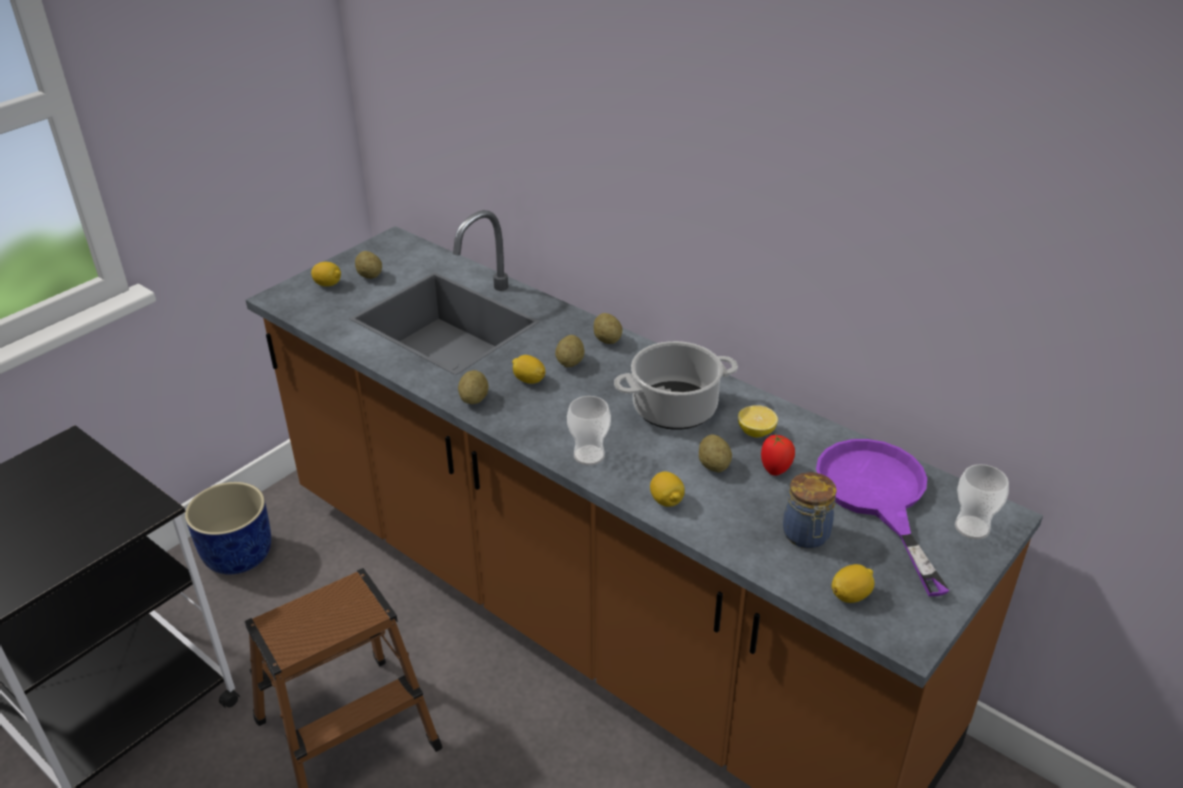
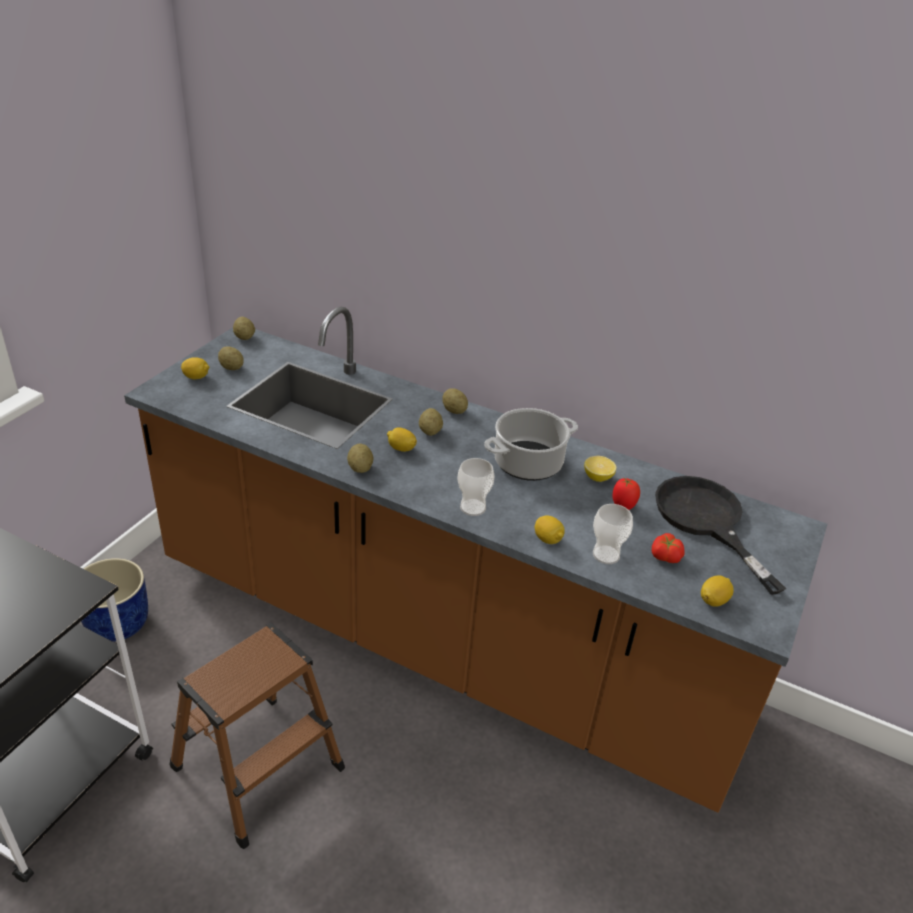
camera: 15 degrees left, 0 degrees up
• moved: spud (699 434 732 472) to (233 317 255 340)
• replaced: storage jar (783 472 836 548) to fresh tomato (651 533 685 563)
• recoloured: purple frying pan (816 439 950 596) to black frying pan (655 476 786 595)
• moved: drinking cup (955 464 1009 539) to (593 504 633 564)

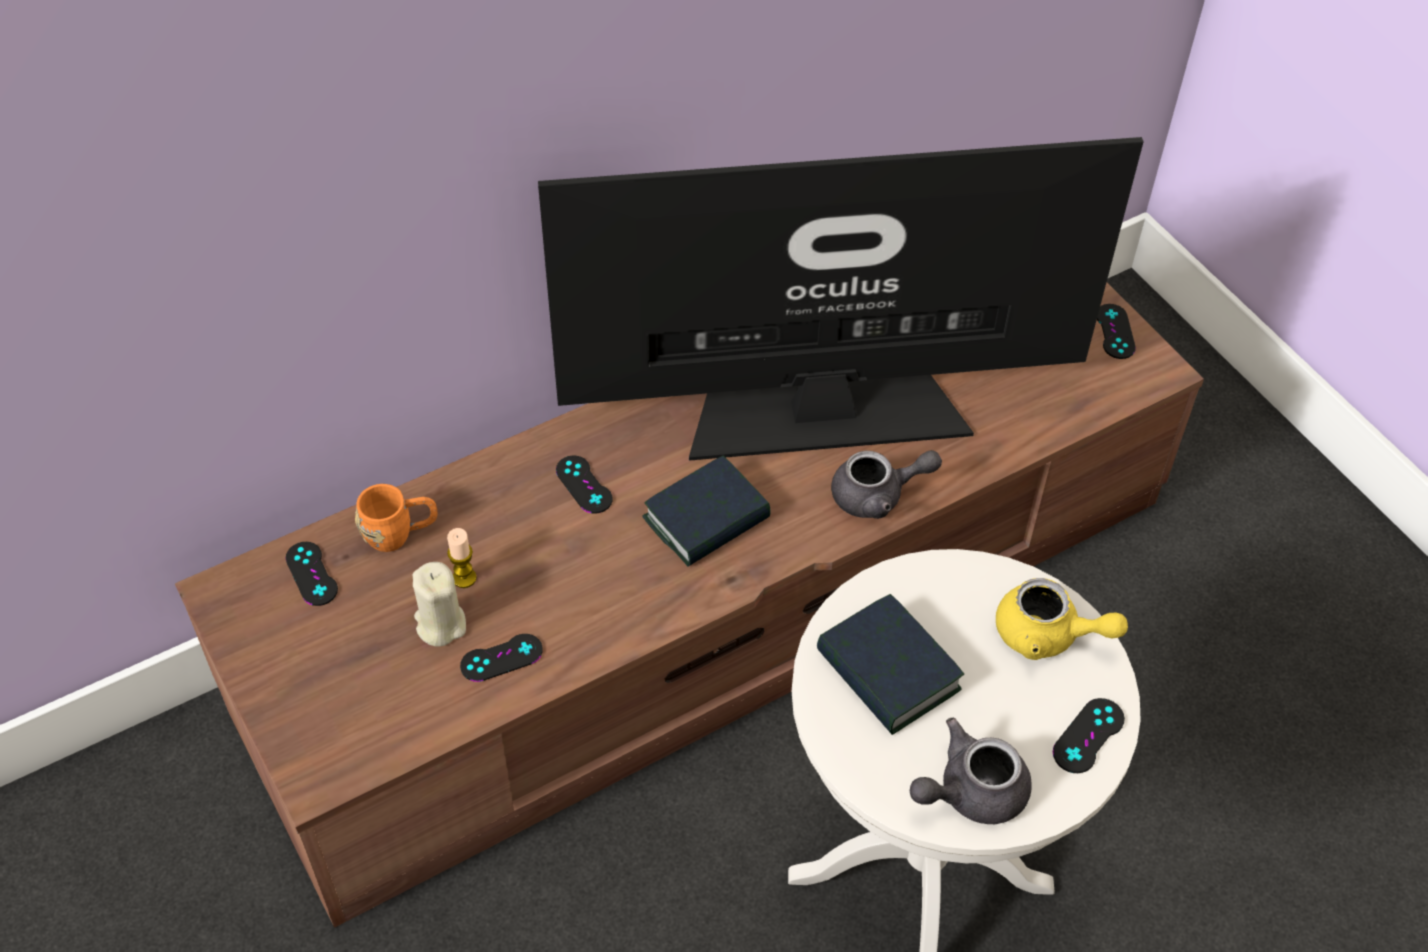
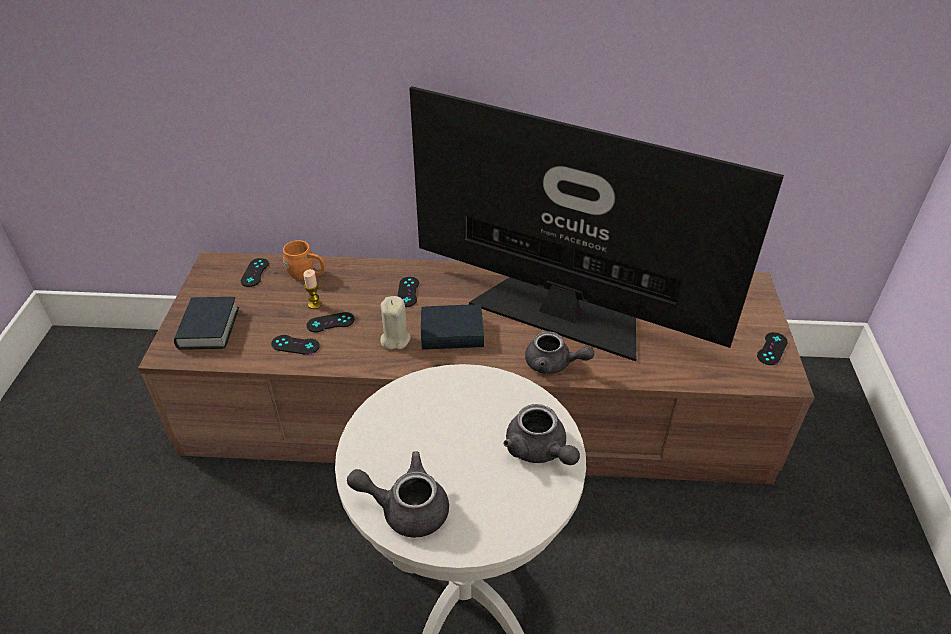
camera: 35 degrees right, 10 degrees down
• moved: sand-coloured candle (413 562 466 646) to (380 296 411 349)
• moved: volume (817 594 964 735) to (174 297 240 350)
• recoloured: yellowish teapot (996 578 1128 660) to grey teapot (504 404 580 465)
• moved: black gamepad (1053 698 1125 773) to (307 312 355 333)

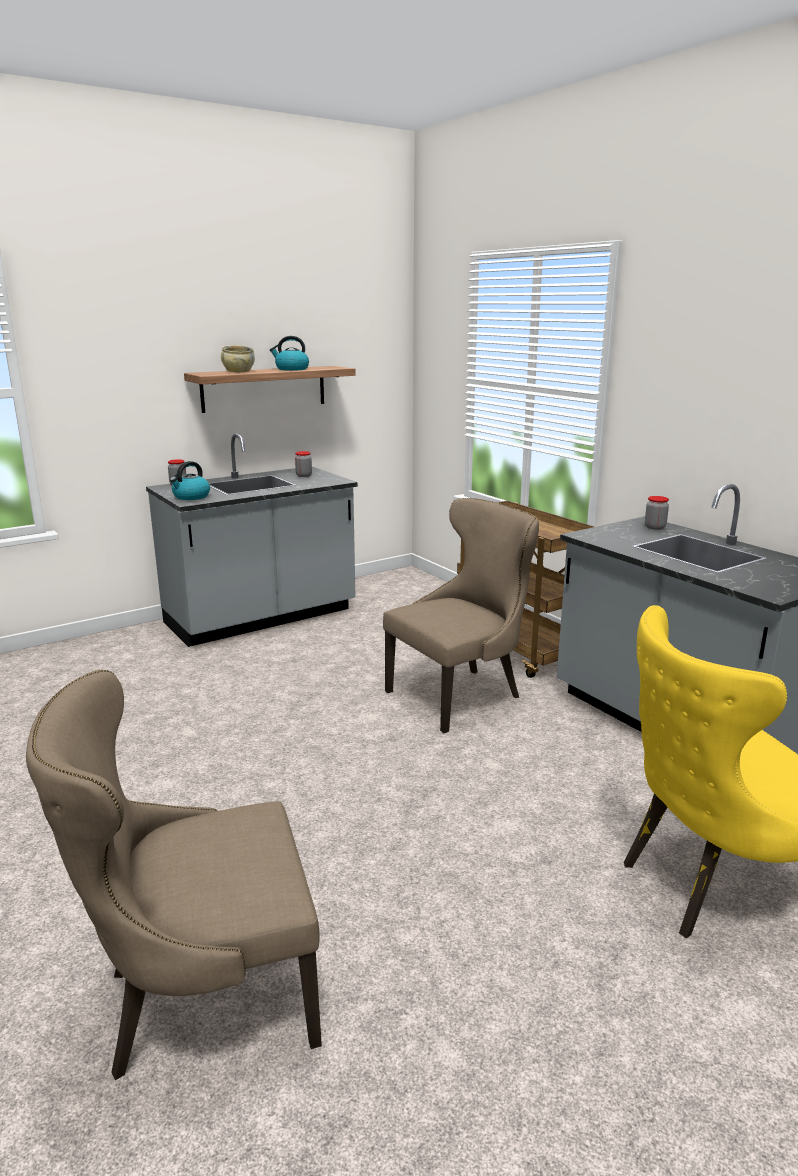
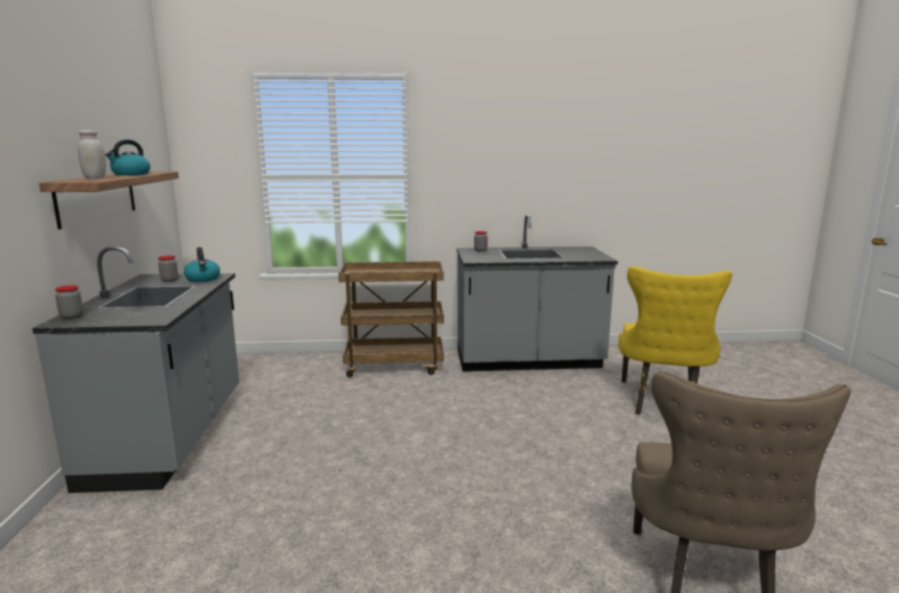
camera: 60 degrees left, 5 degrees down
• moved: tea kettle (170 461 210 500) to (184 247 220 282)
• replaced: sand-coloured serving bowl (221 345 255 372) to white storage jar (78 130 106 179)
• removed: sand-coloured chair (383 498 539 733)

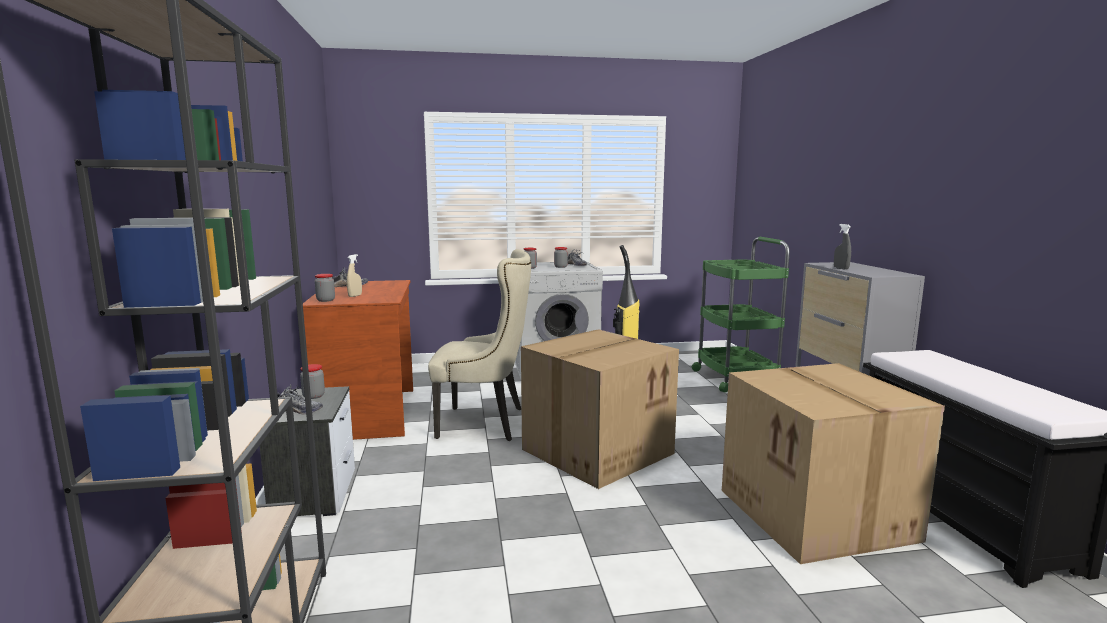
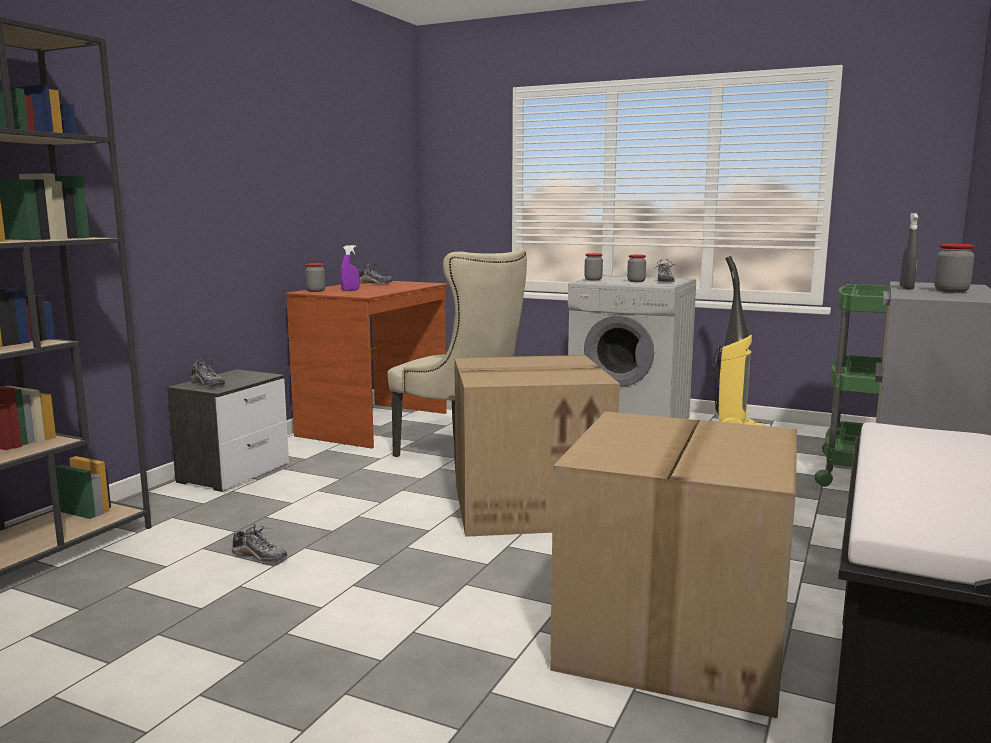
camera: 35 degrees right, 0 degrees up
• moved: storage jar (300 364 325 399) to (934 244 974 293)
• recoloured: sand-coloured spray bottle (347 254 362 297) to purple spray bottle (340 245 360 291)
• added: shoe (232 525 287 564)

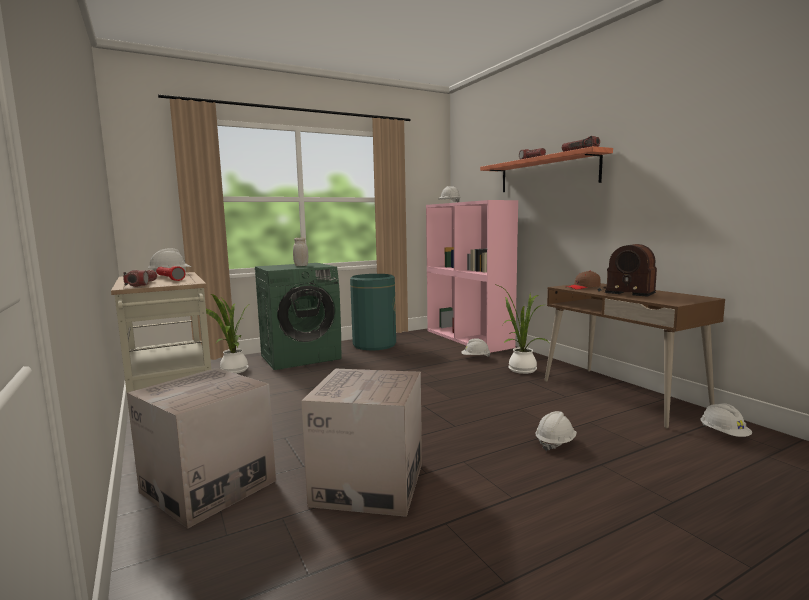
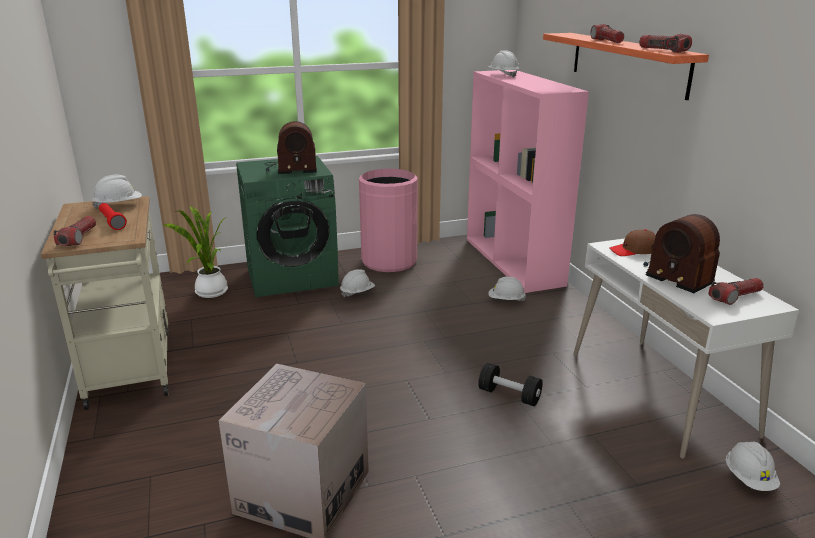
camera: 10 degrees right, 15 degrees up
• removed: carton (127 368 276 529)
• replaced: white storage jar (293 237 308 266) to radio (265 121 317 174)
• recoloured: greenish trash can (350 274 396 350) to pink trash can (359 169 418 272)
• removed: potted plant (494 284 548 374)
• moved: white work helmet (535 411 577 451) to (340 269 375 298)
• recoloured: brownish desk table (545 283 725 428) to white desk table (573 238 799 459)
• added: black hand weight (478 363 543 406)
• added: flashlight (708 278 763 305)

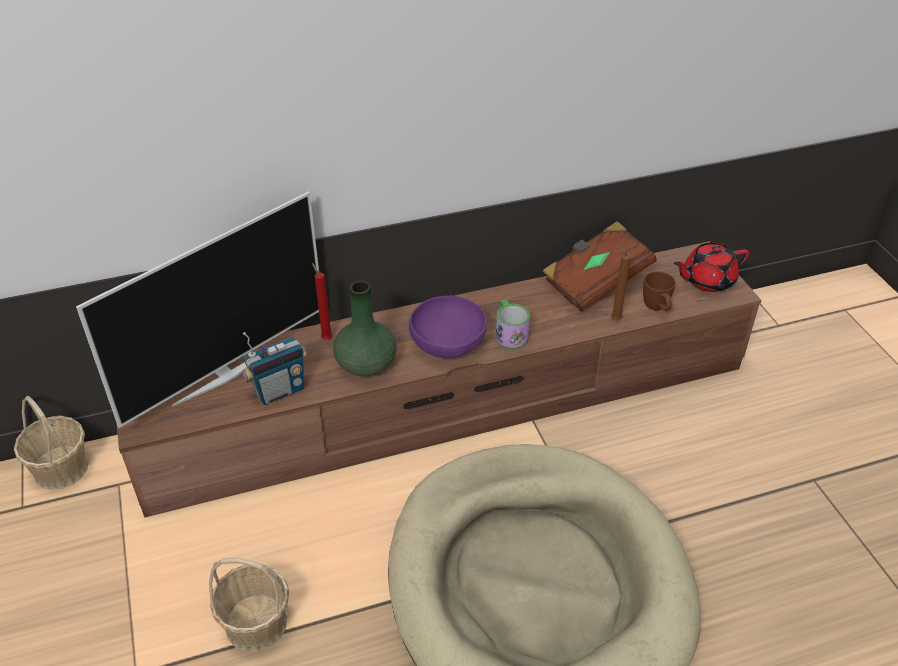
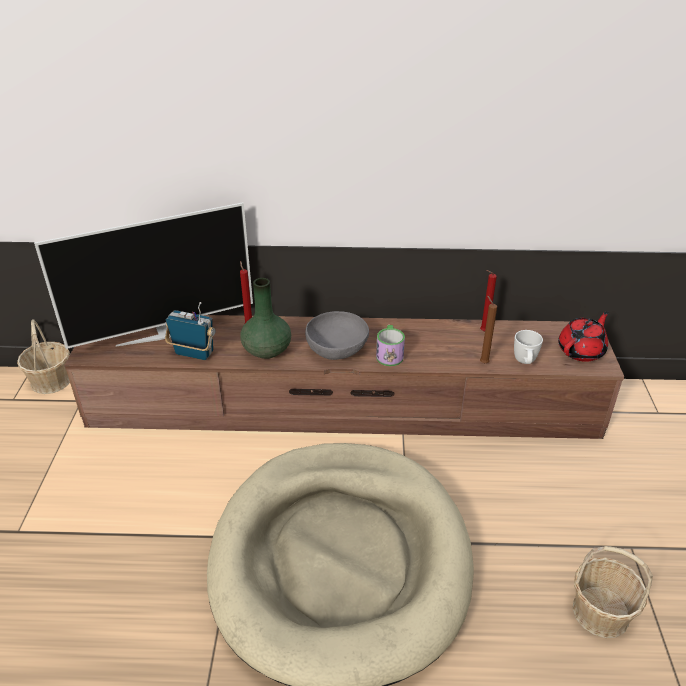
camera: 20 degrees right, 5 degrees down
• moved: basket (209 558 289 652) to (573 546 653 638)
• turned: radio (242 332 307 405) = (165 302 216 360) 150 degrees counterclockwise
• recoloured: purple serving bowl (409 296 487 358) to grey serving bowl (305 311 369 360)
• replaced: brownish volume (543 221 657 312) to red candle (480 270 497 332)
• recoloured: brownish tea mug (643 271 676 311) to white tea mug (514 330 543 364)
• turned: red teapot (673 243 749 292) = (558 311 609 362) 135 degrees clockwise

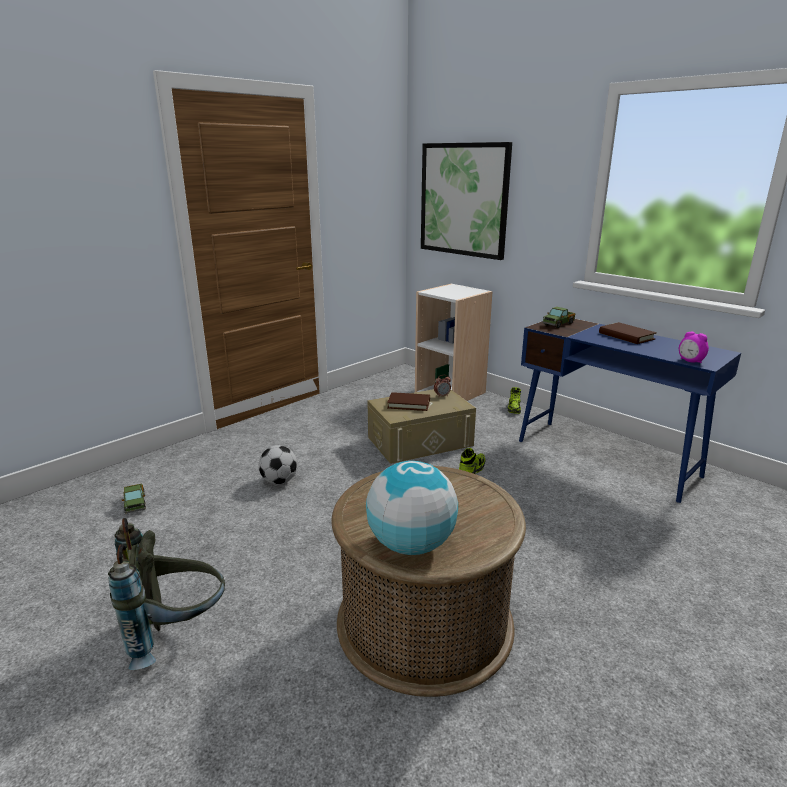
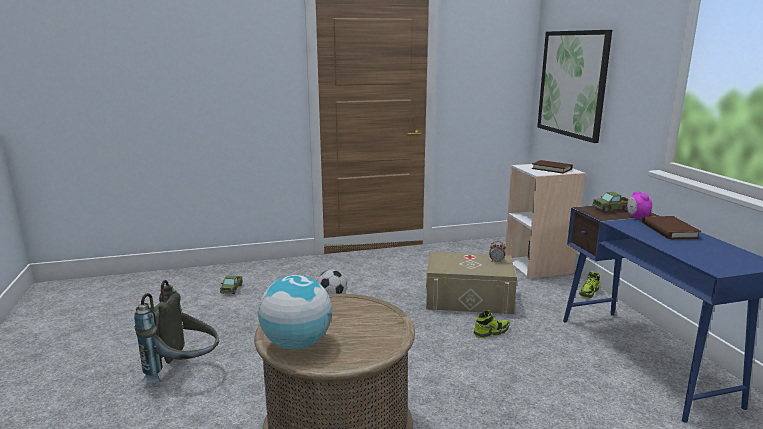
camera: 30 degrees right, 5 degrees down
• moved: brownish volume (387 392 430 411) to (531 160 573 174)
• moved: table clock (679 332 709 363) to (627 192 652 219)

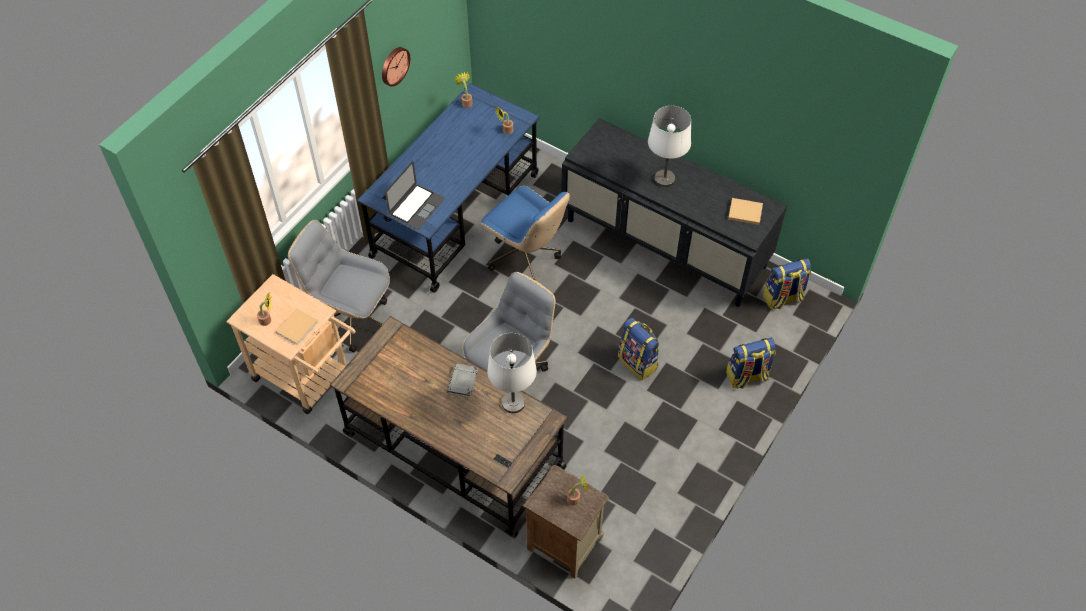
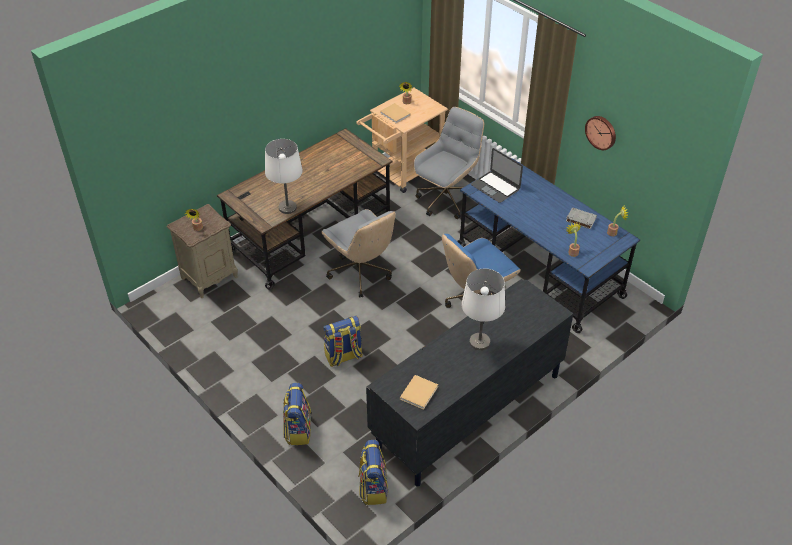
camera: 105 degrees right, 10 degrees down
• moved: grey volume (447 363 478 398) to (566 207 597 229)

